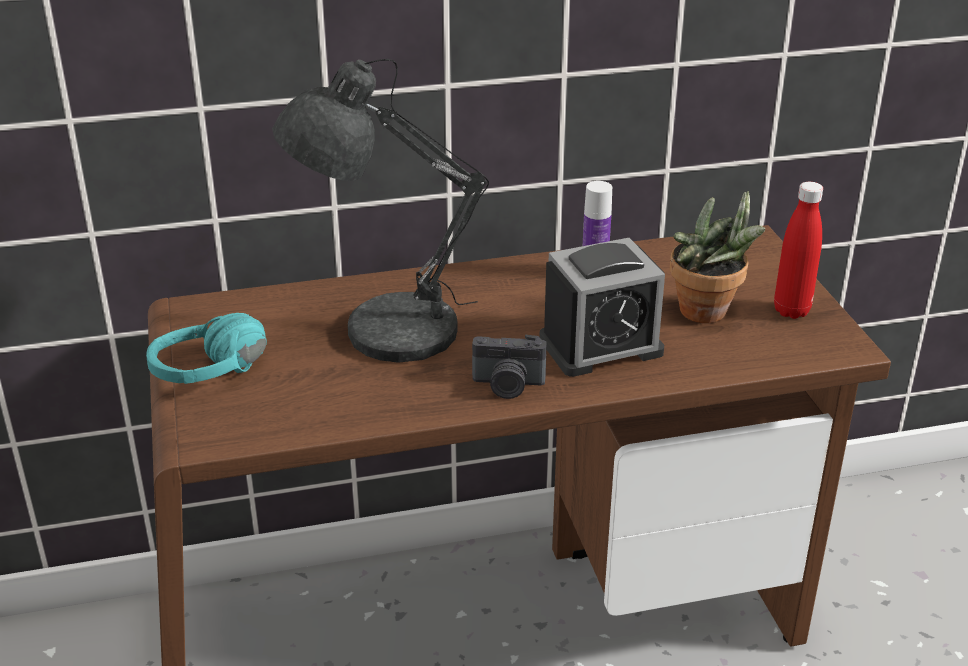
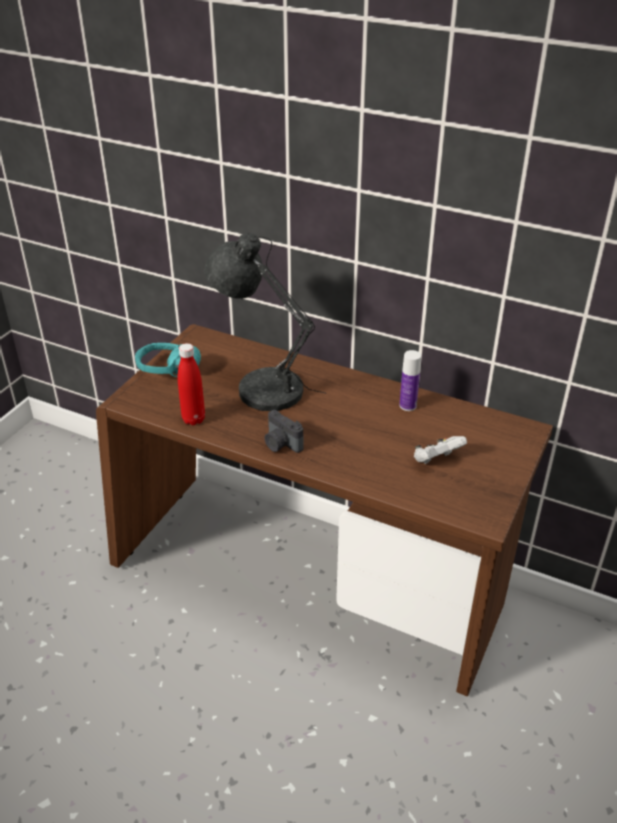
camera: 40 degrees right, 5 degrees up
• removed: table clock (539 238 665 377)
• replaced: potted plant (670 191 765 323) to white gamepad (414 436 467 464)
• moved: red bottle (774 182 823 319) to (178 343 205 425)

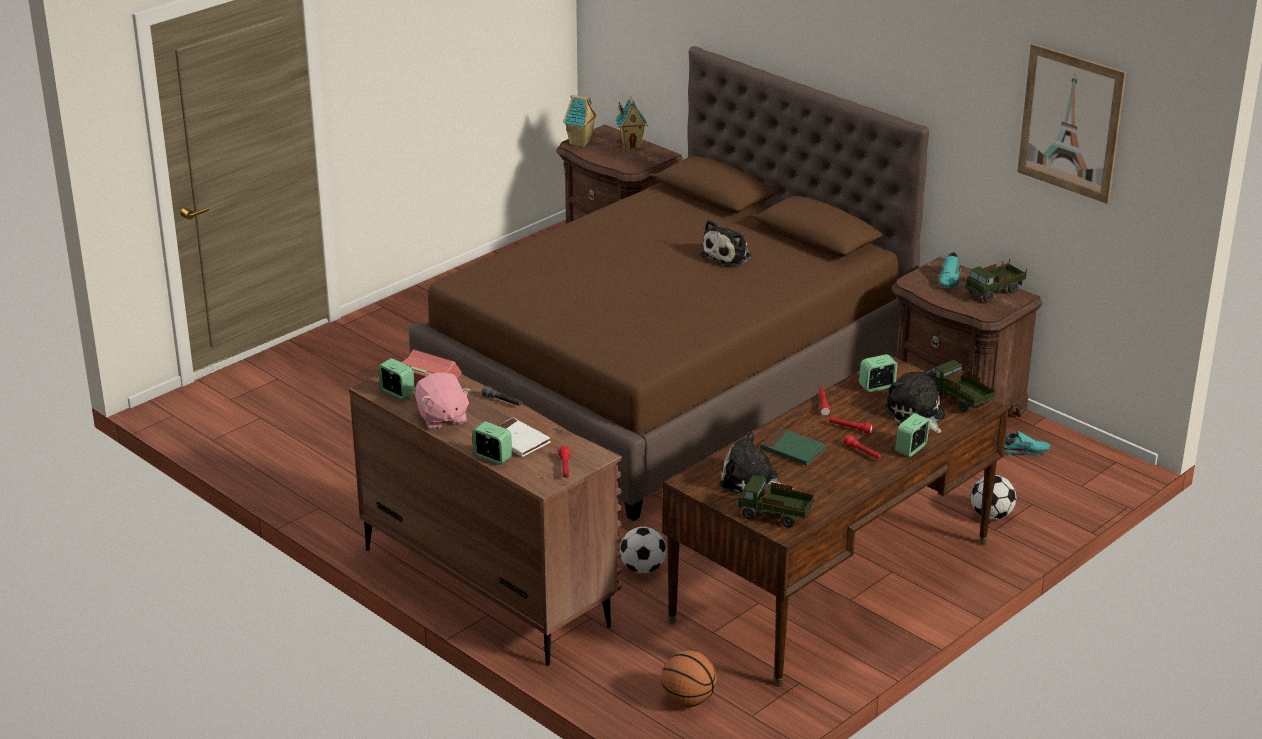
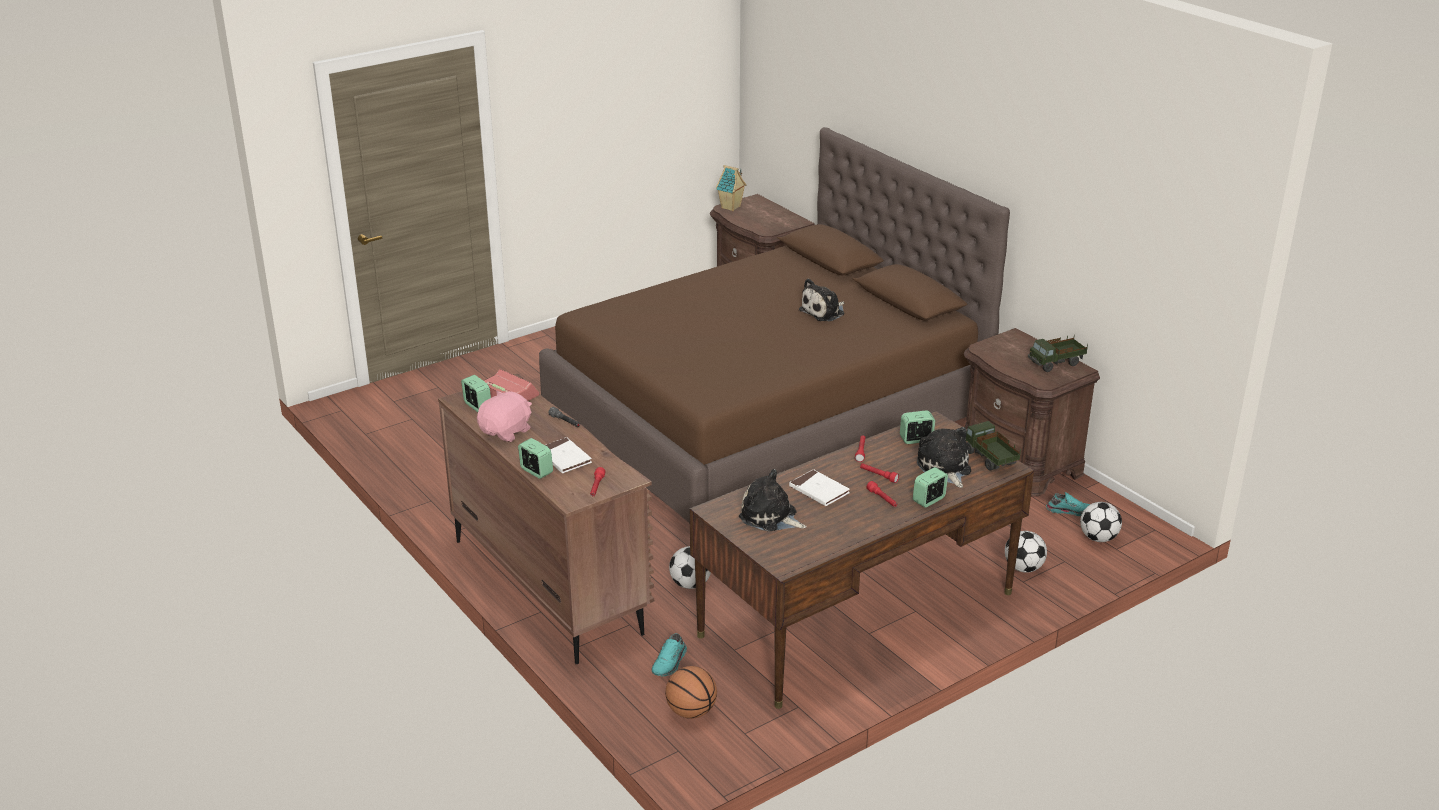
camera: 10 degrees right, 0 degrees up
• turned: pink soft toy (415 373 471 430) = (477 391 532 442) 135 degrees counterclockwise
• removed: miniature house (616 95 648 149)
• removed: model truck (735 475 814 528)
• recoloured: greenish volume (760 428 827 466) to white volume (789 469 850 506)
• moved: turquoise shoe (939 252 961 288) to (652 633 687 677)
• removed: wall art (1017 43 1126 204)
• added: football ball (1080 502 1122 542)

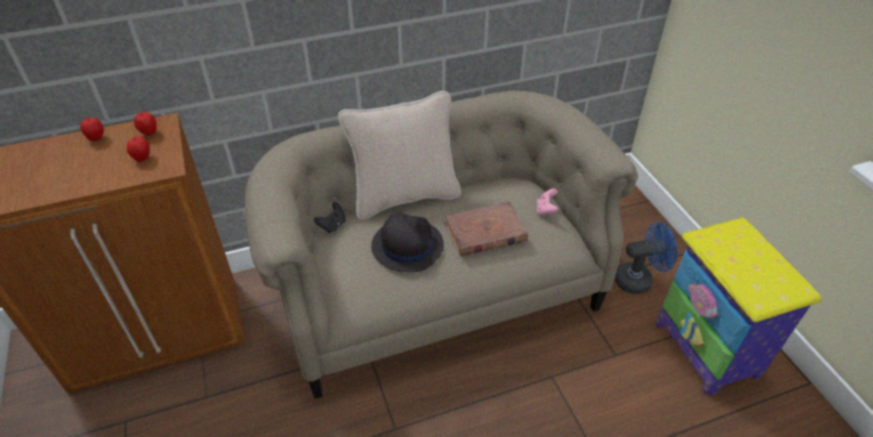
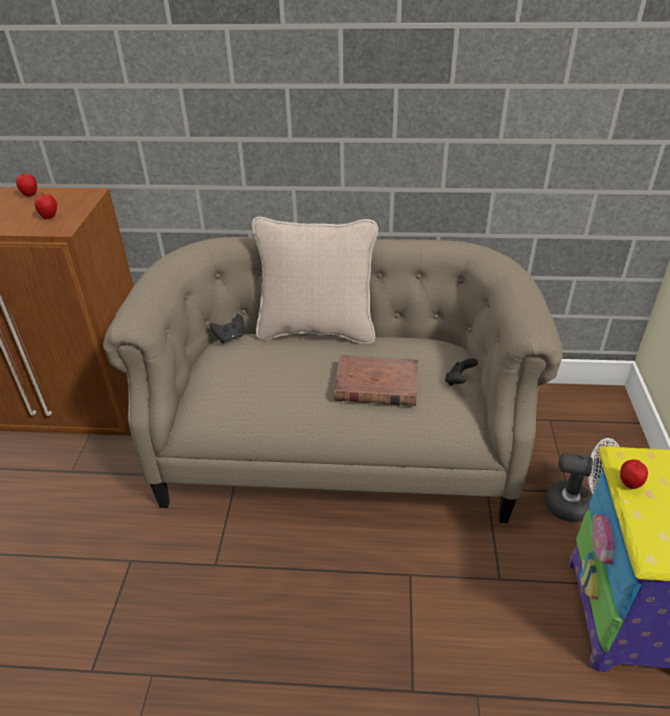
camera: 25 degrees right, 5 degrees down
• moved: apple fruit (134 110 157 136) to (620 460 648 489)
• removed: black hat (371 212 444 272)
• recoloured: pink gamepad (537 188 558 216) to black gamepad (445 358 478 386)
• recoloured: blue electric fan (615 222 677 294) to white electric fan (545 438 619 522)

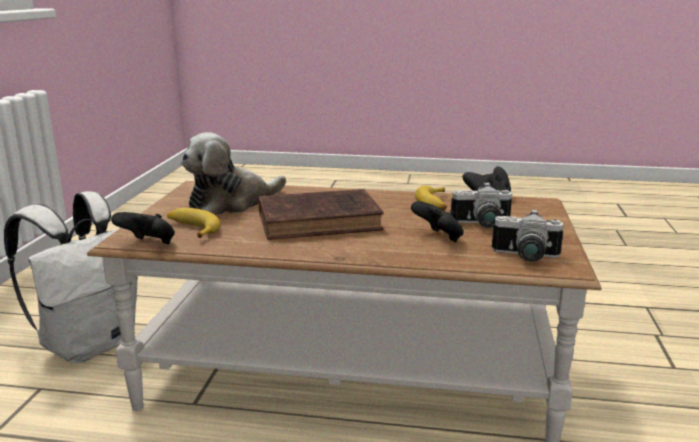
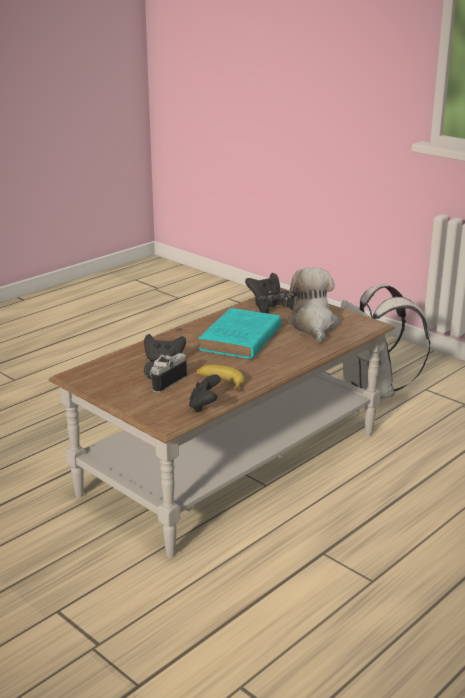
camera: 125 degrees right, 5 degrees up
• replaced: whole banana (167 208 221 238) to black gamepad (256 291 295 314)
• recoloured: brownish volume (258 189 384 240) to turquoise volume (199 308 281 359)
• removed: photo camera (492 209 563 262)

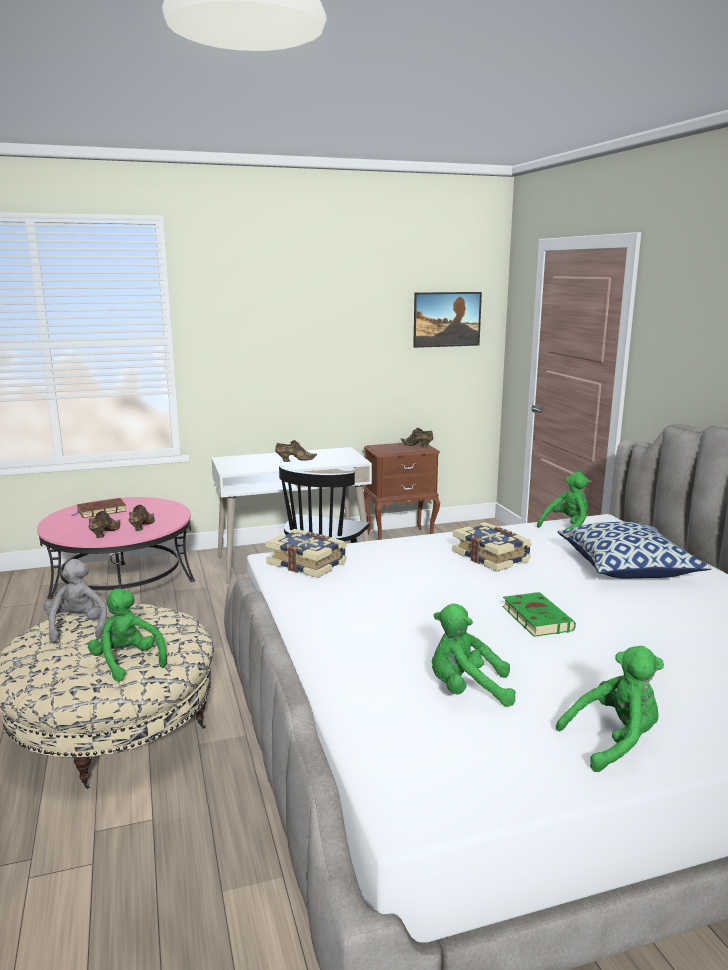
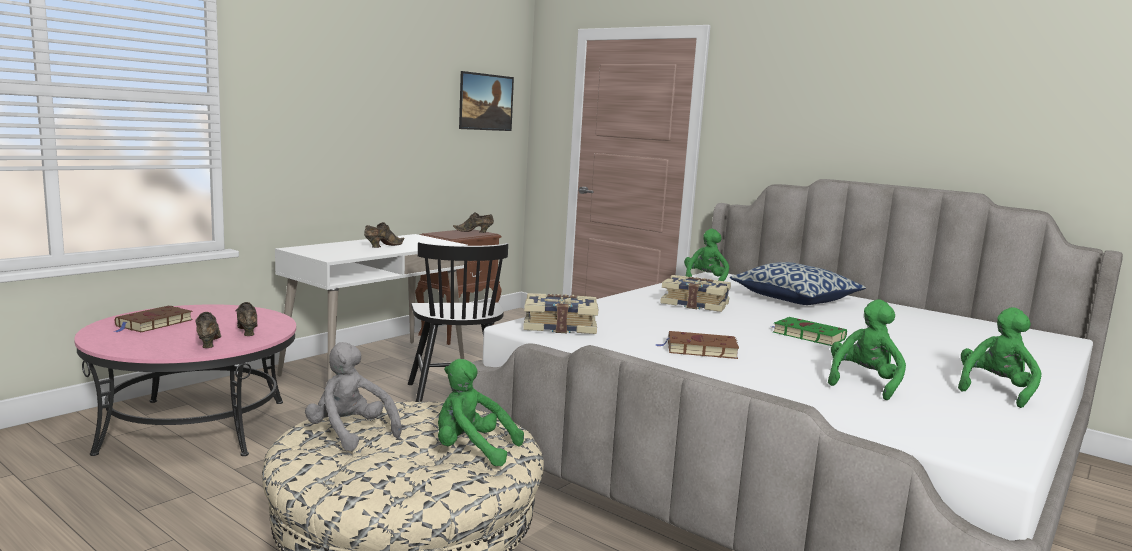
camera: 35 degrees left, 5 degrees down
• turned: greenish soft toy (432 604 516 707) = (828 299 906 400) 150 degrees clockwise
• added: brownish volume (655 331 739 359)

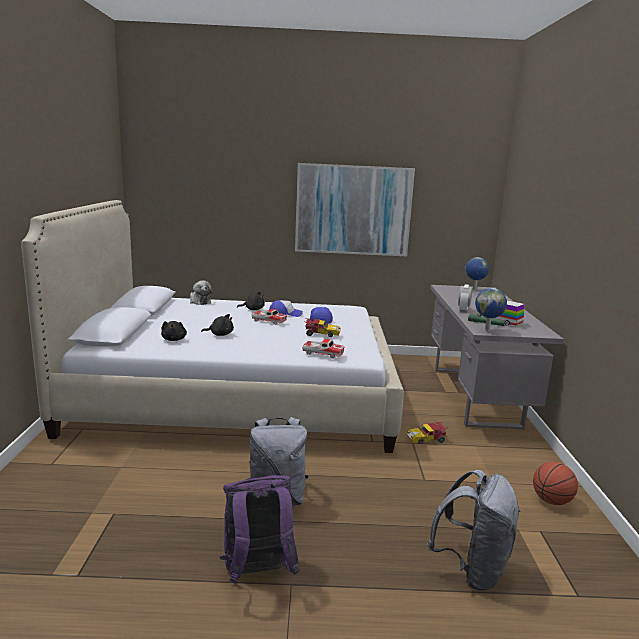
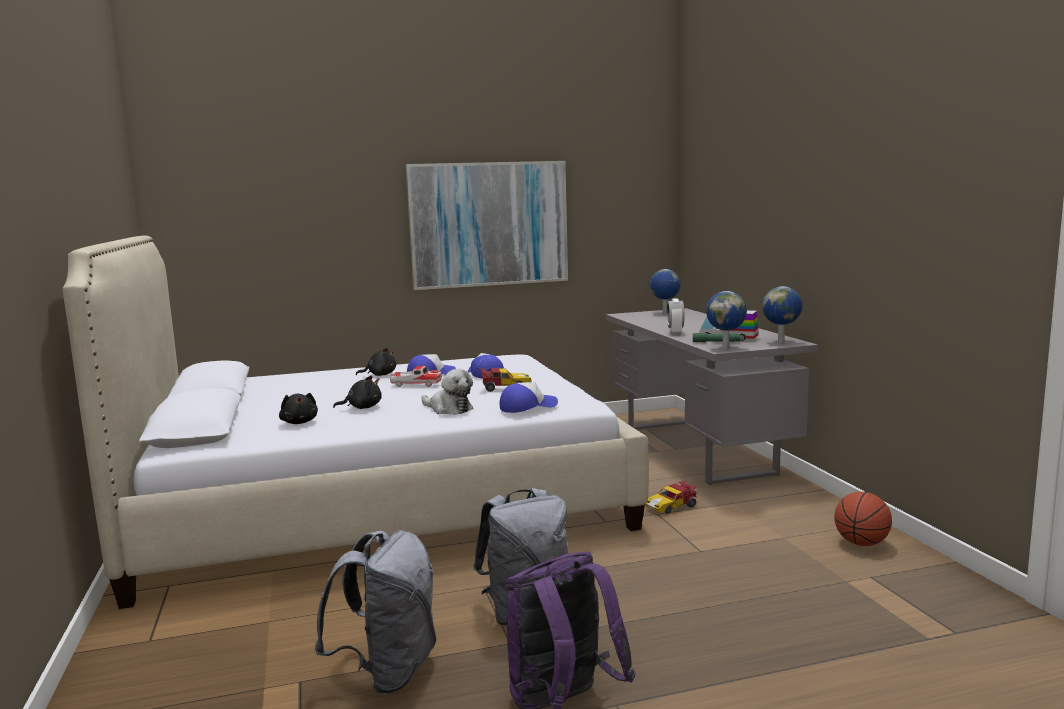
camera: 15 degrees left, 5 degrees down
• moved: soft toy (190 281 213 305) to (421 369 473 415)
• replaced: miniature car (302 339 345 358) to cap (499 382 558 413)
• moved: grey backpack (427 470 520 590) to (315 530 436 694)
• added: globe (762 286 803 343)

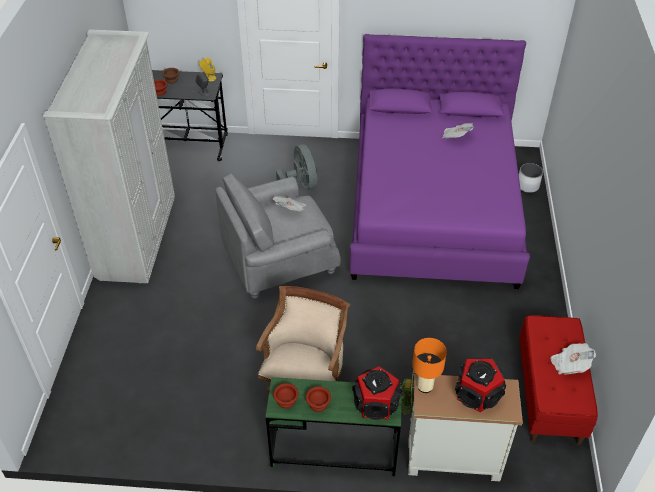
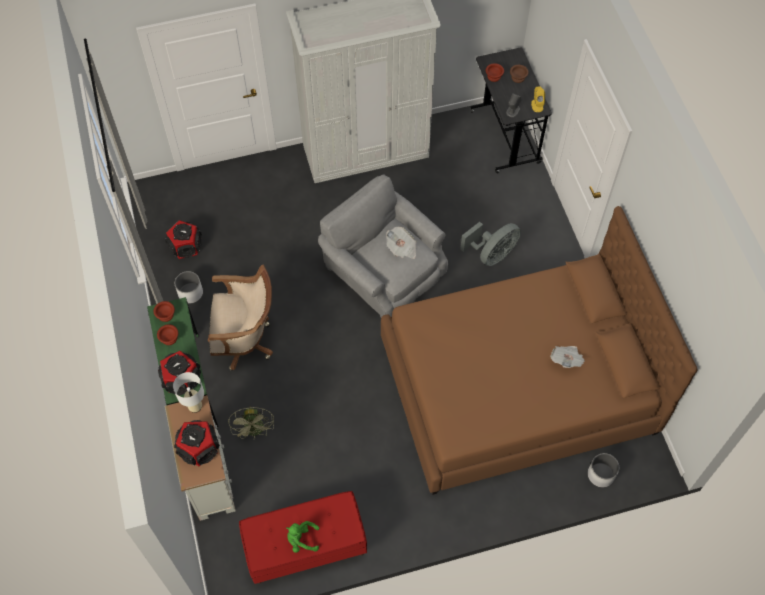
camera: 70 degrees right, 15 degrees up
• recoloured: purple bed (350 34 530 289) to brownish bed (381 206 697 495)
• recoloured: orange-coloured table lamp (412 338 447 393) to white table lamp (173 372 204 413)
• replaced: daily paper (550 343 596 374) to greenish soft toy (286 521 320 553)
• added: speaker (165 220 202 259)
• added: white planter (175 271 203 304)

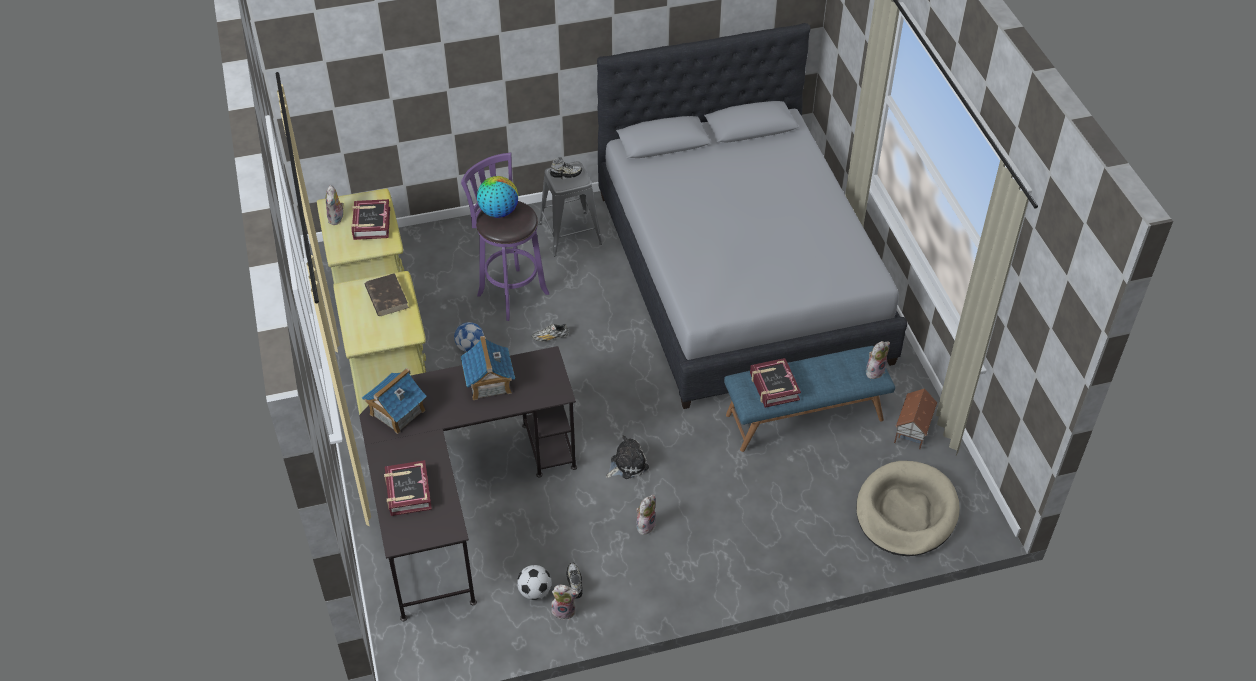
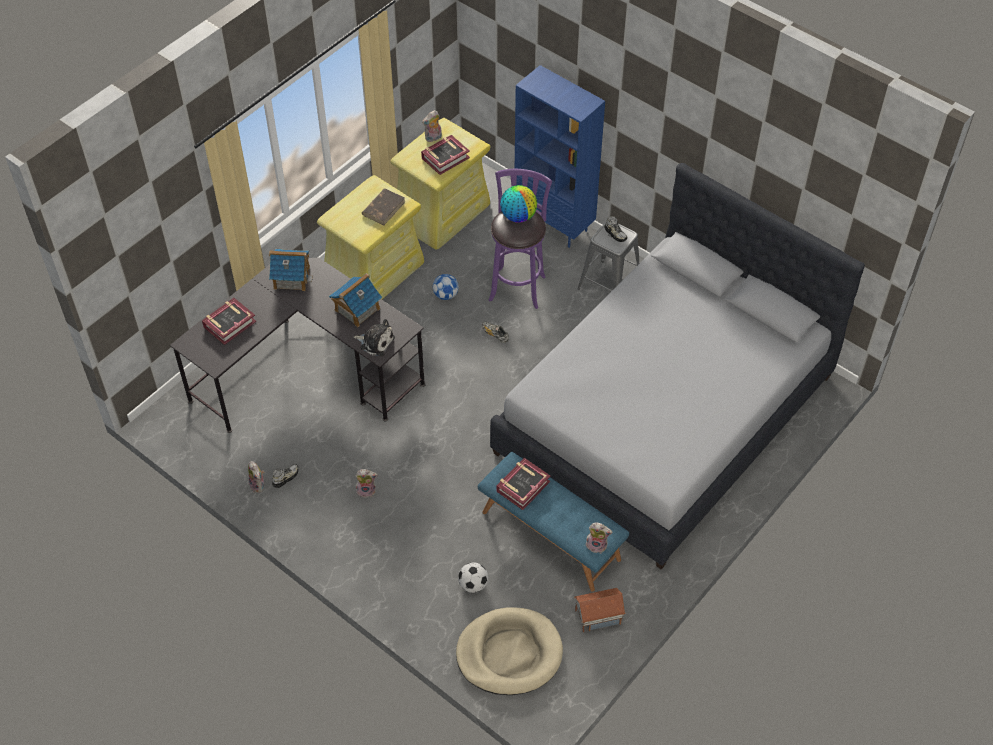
camera: 55 degrees right, 5 degrees up
• moved: football ball (517 565 552 600) to (458 562 488 593)
• moved: soft toy (606 436 649 479) to (353 319 395 356)
• added: blue bookcase (515 65 605 248)

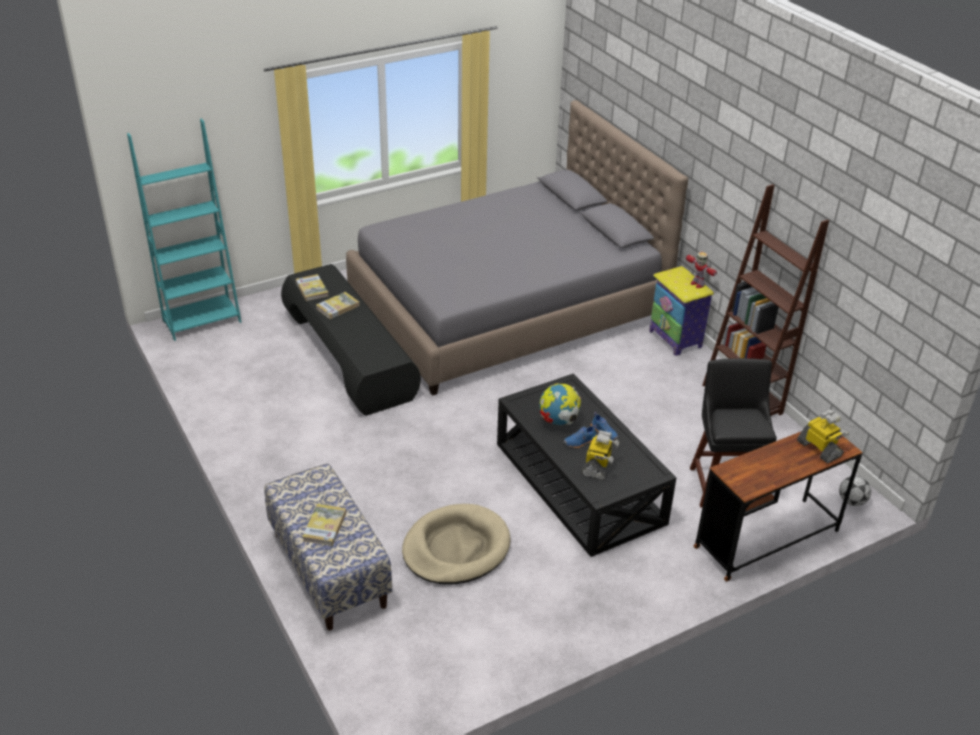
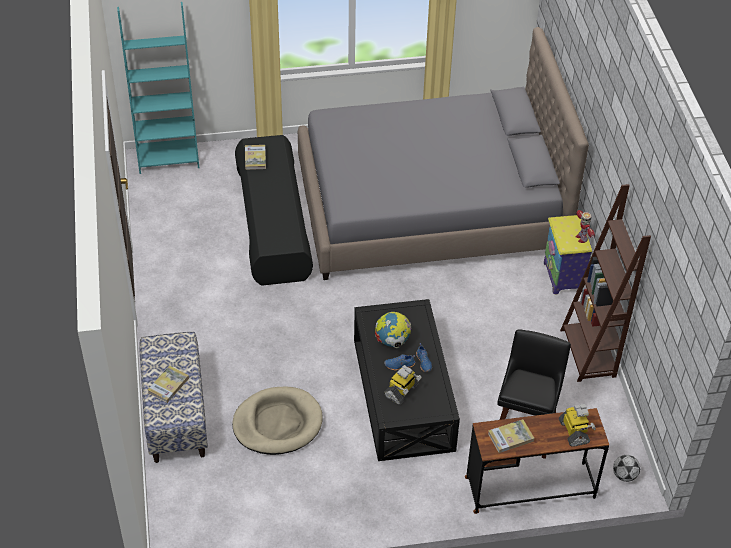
camera: 20 degrees right, 10 degrees up
• moved: volume (316 292 360 319) to (488 419 534 453)

